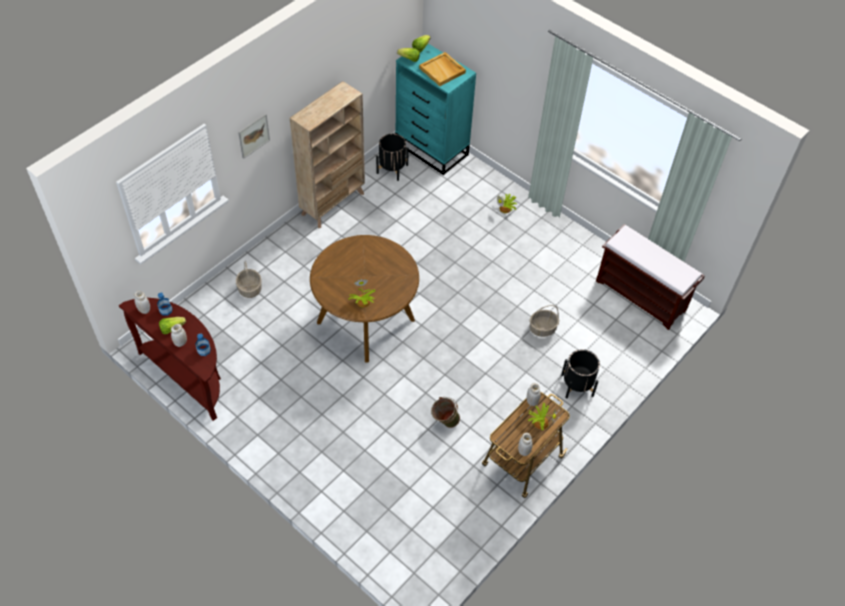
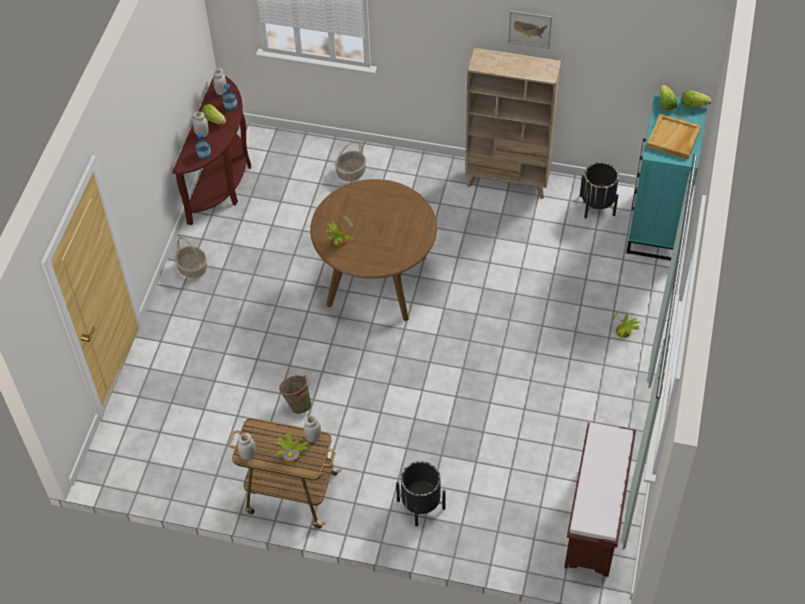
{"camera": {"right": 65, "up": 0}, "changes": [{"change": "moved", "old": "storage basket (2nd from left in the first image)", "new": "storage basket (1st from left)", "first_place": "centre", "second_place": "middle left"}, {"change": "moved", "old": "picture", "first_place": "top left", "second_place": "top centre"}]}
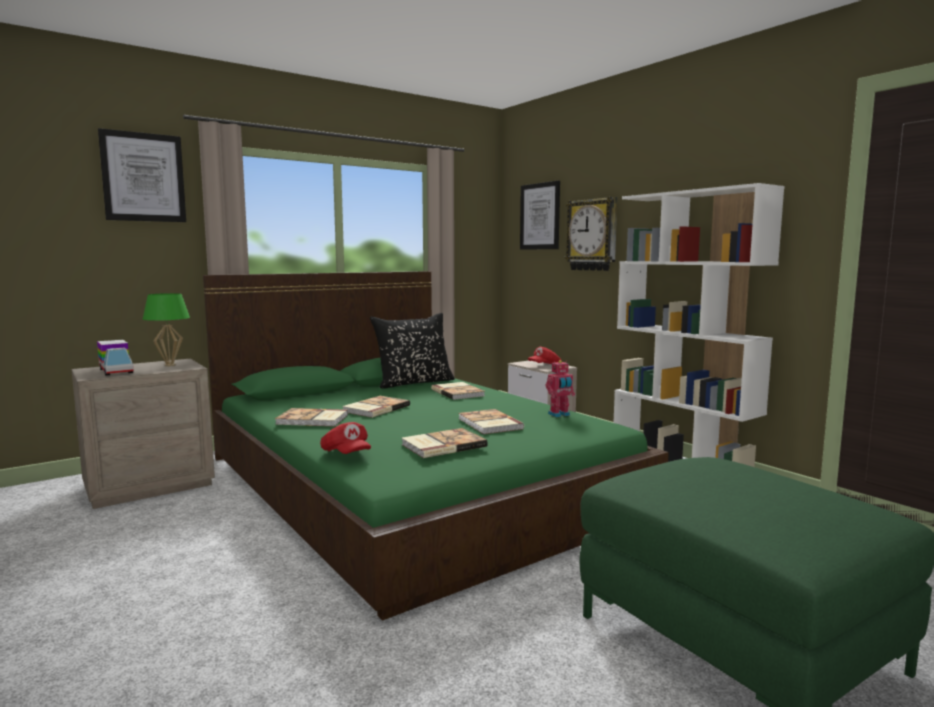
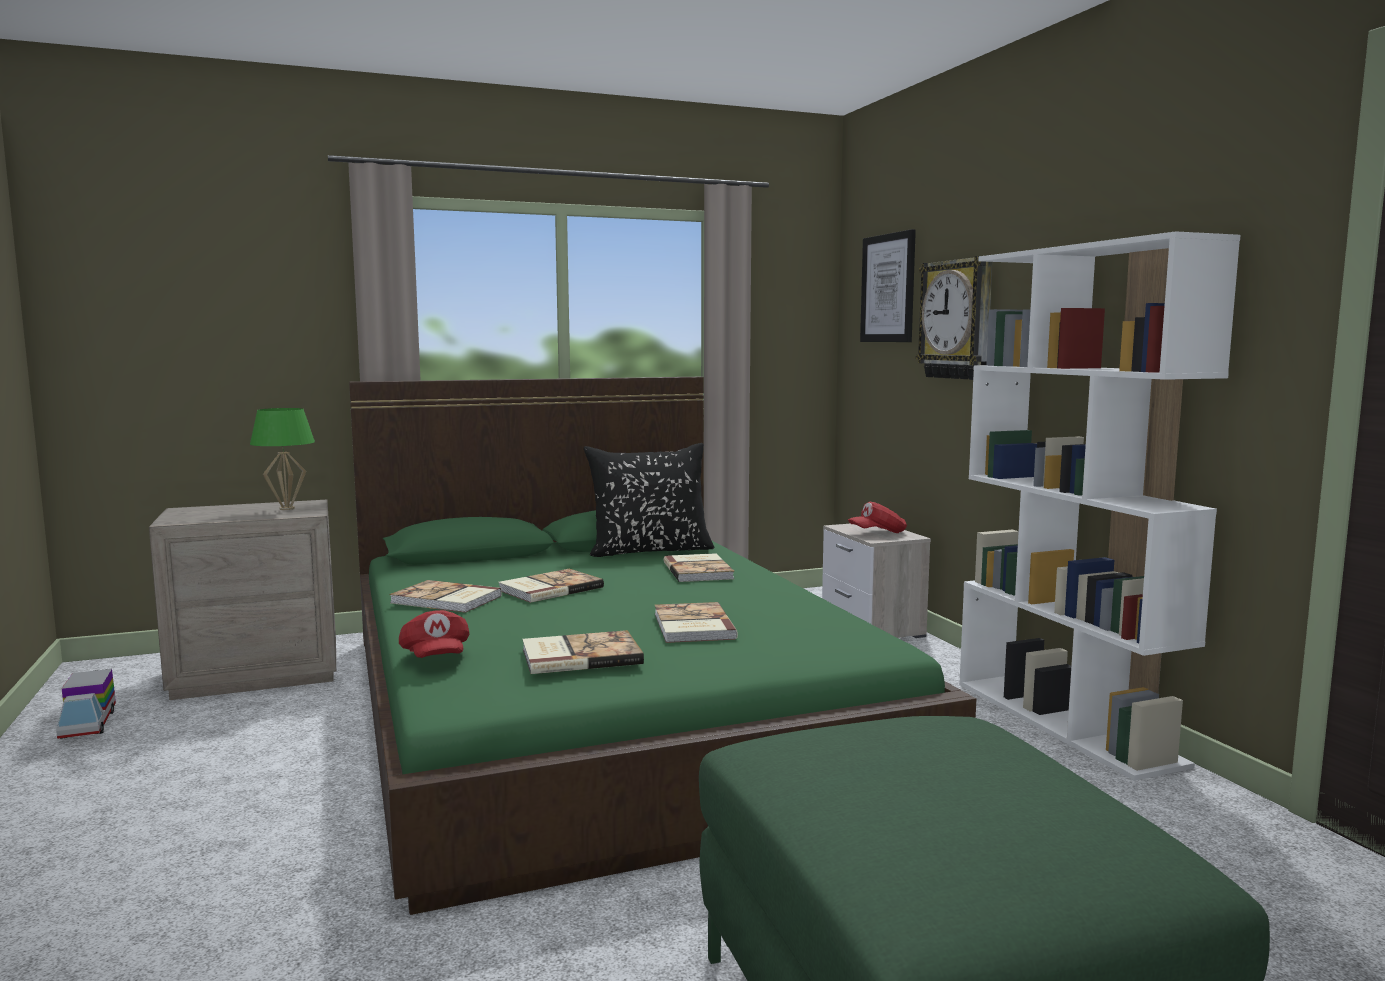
{"camera": {"right": 15, "up": 0}, "changes": [{"change": "moved", "old": "toy truck", "first_place": "middle left", "second_place": "bottom left"}, {"change": "removed", "old": "picture (1st from left)", "first_place": "top left"}, {"change": "removed", "old": "robot figure", "first_place": "centre"}]}
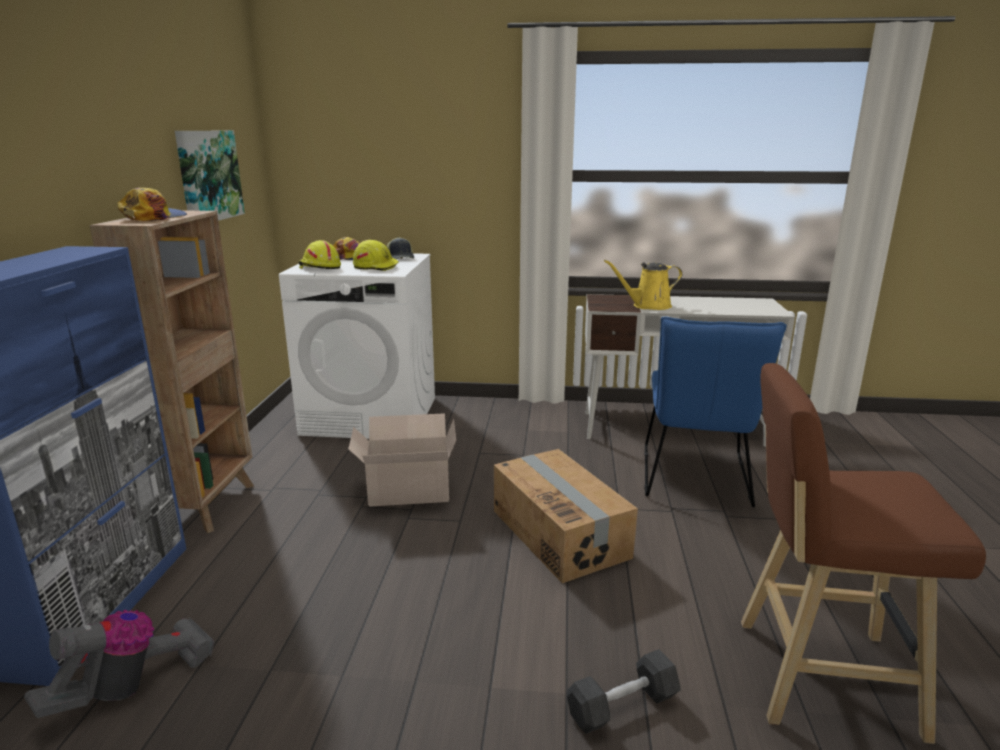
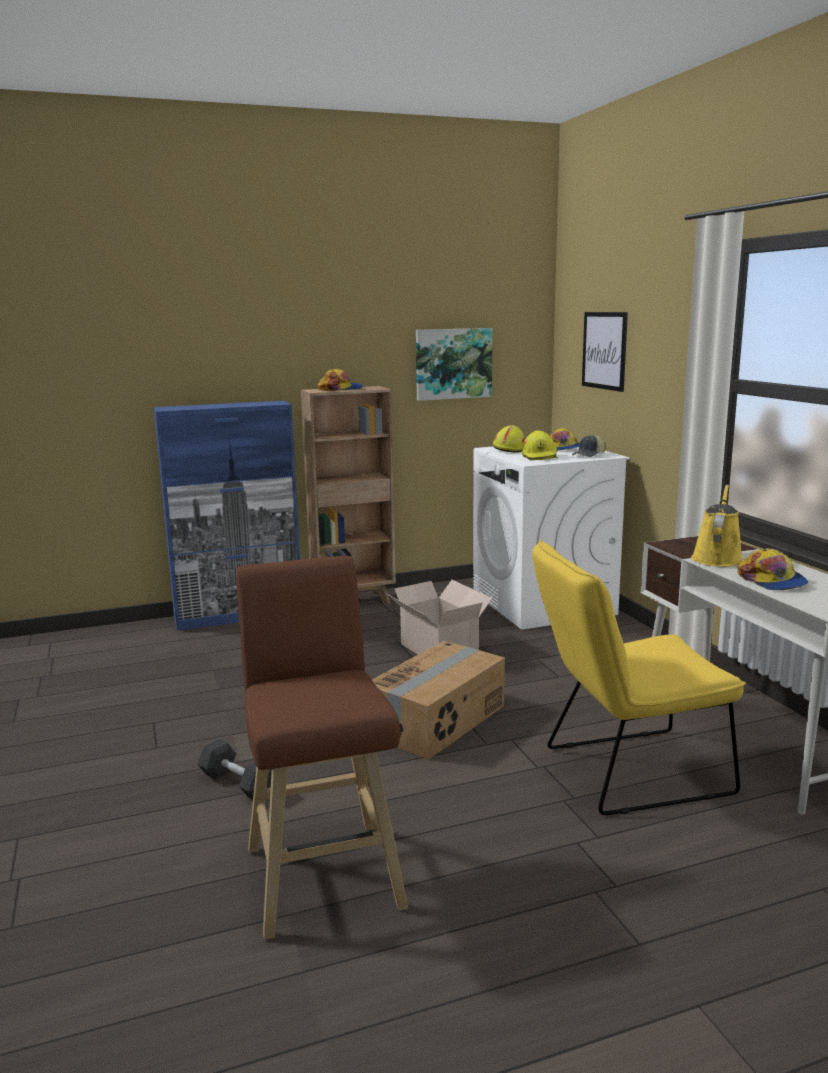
{"camera": {"right": 65, "up": -5}, "changes": [{"change": "recoloured", "old": "blue upright chair", "new": "yellowish upright chair", "first_place": "middle right", "second_place": "middle right"}, {"change": "added", "new": "picture (2nd from left)", "second_place": "top right"}, {"change": "turned", "old": "yellowish watering can", "first_place": "centre", "second_place": "middle right", "degrees": 60}, {"change": "added", "new": "peaked cap (4th from left)", "second_place": "middle right"}, {"change": "removed", "old": "vacuum cleaner", "first_place": "bottom left"}]}
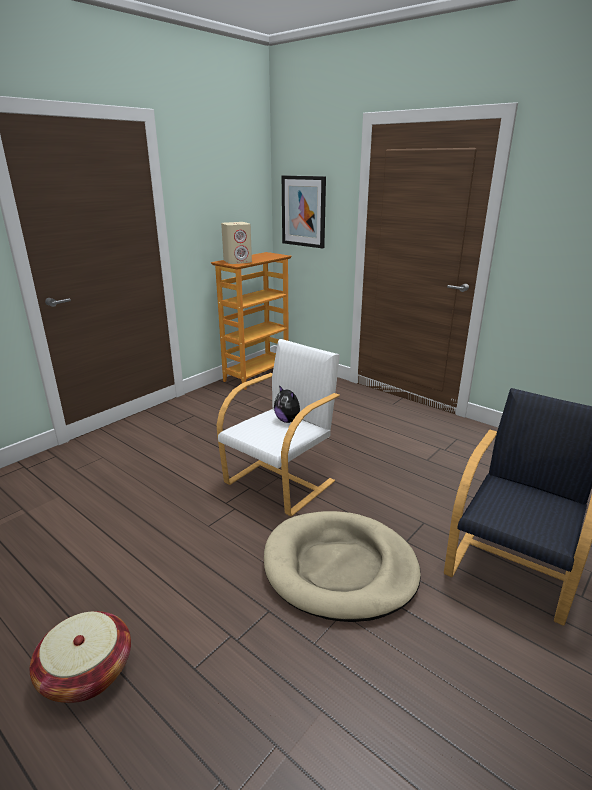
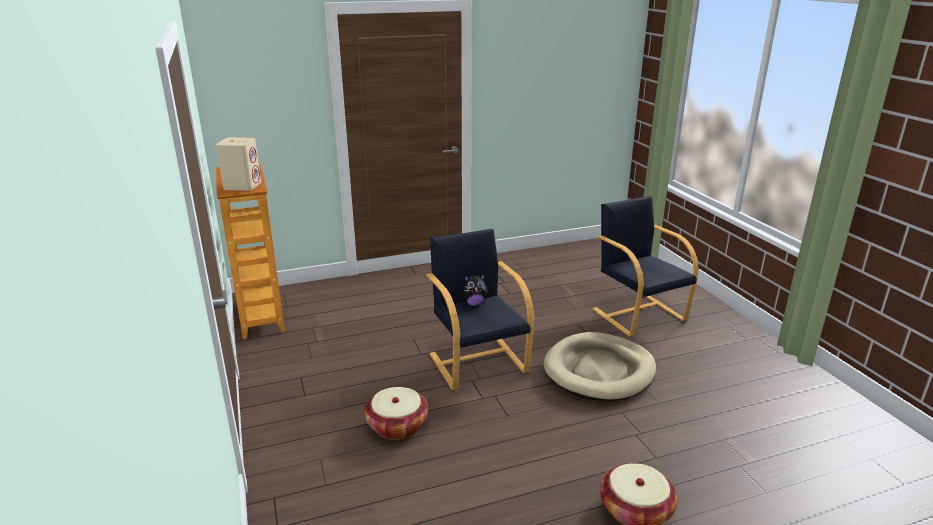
{"camera": {"right": -60, "up": 0}, "changes": [{"change": "added", "new": "storage basket (1st from left)", "second_place": "bottom centre"}, {"change": "recoloured", "old": "white lounge chair", "new": "black lounge chair (1st from left)", "first_place": "centre", "second_place": "centre"}, {"change": "removed", "old": "picture", "first_place": "top centre"}]}
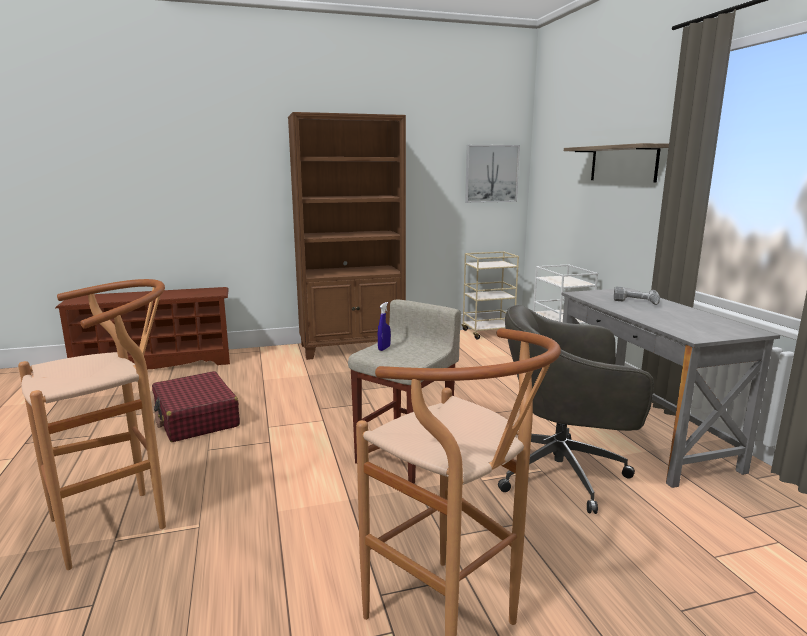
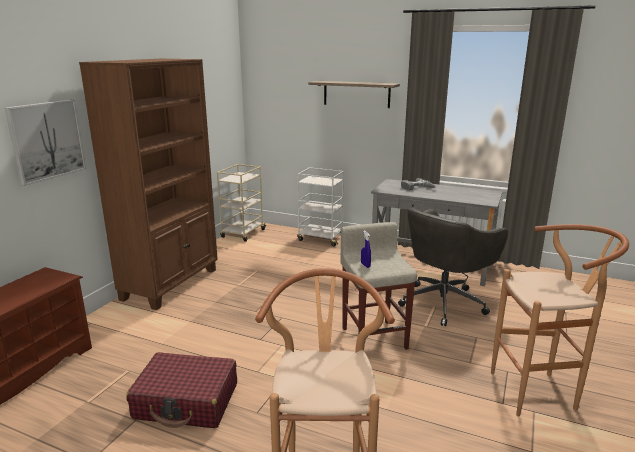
{"camera": {"right": -50, "up": 5}, "changes": [{"change": "moved", "old": "picture", "first_place": "top centre", "second_place": "top left"}]}
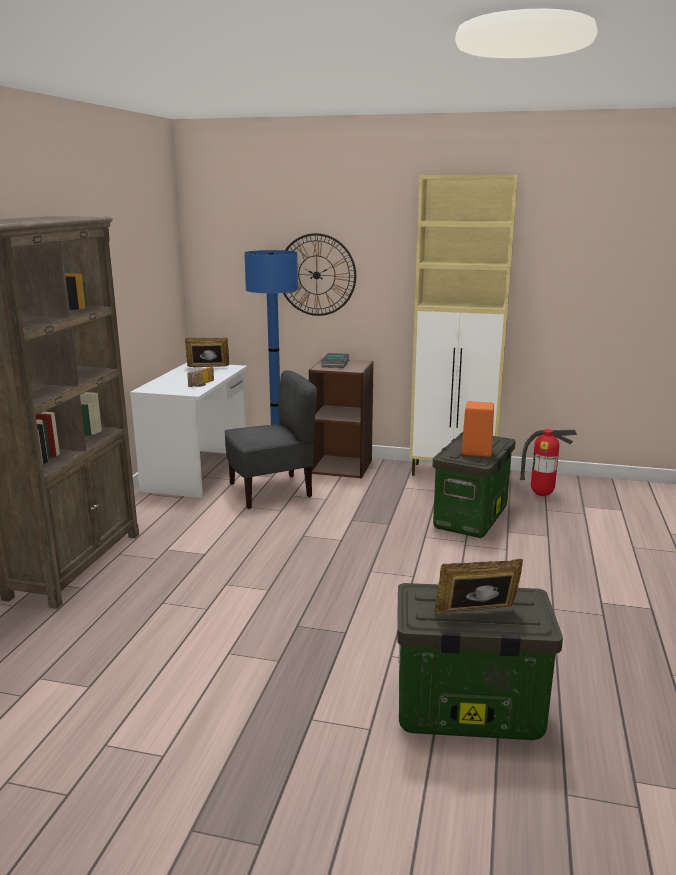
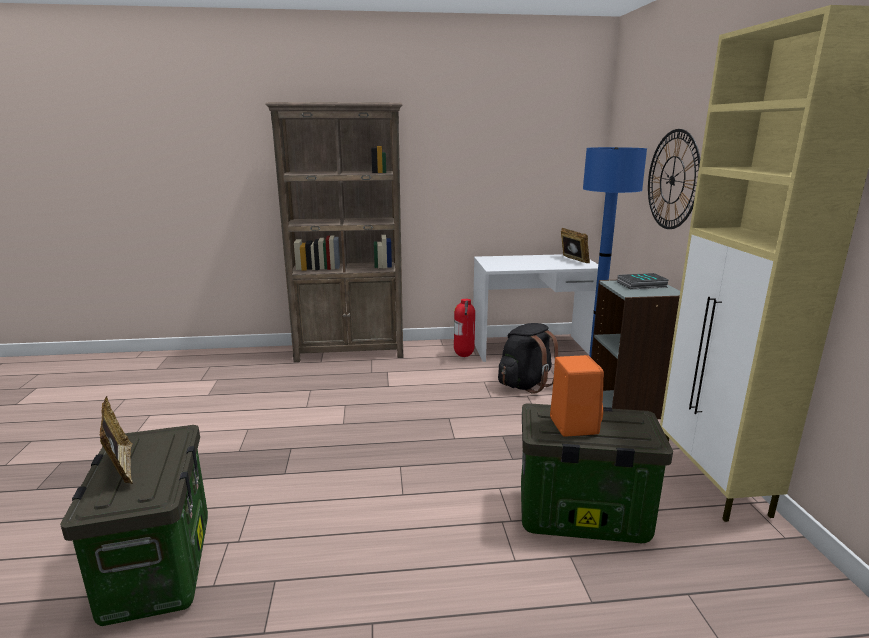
{"camera": {"right": 70, "up": 0}, "changes": [{"change": "moved", "old": "fire-fighting cylinder", "first_place": "middle right", "second_place": "centre"}, {"change": "replaced", "old": "gray upright chair", "new": "black rucksack", "first_place": "centre", "second_place": "centre"}, {"change": "recoloured", "old": "brownish bookshelf (2nd from left)", "new": "gray bookshelf", "first_place": "centre", "second_place": "middle right"}, {"change": "removed", "old": "radio receiver", "first_place": "middle left"}]}
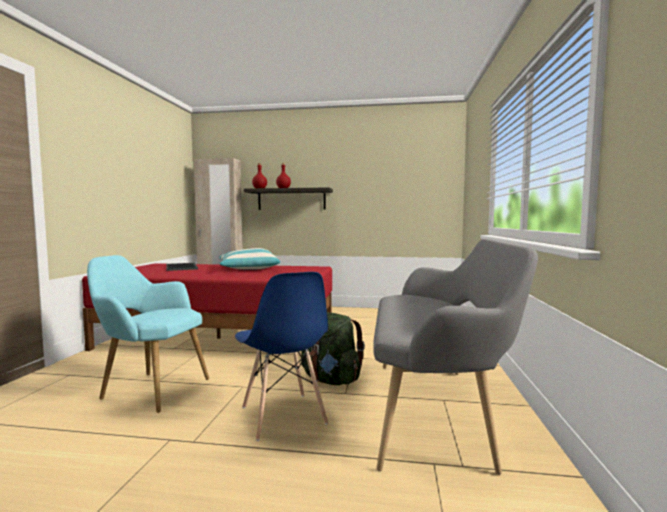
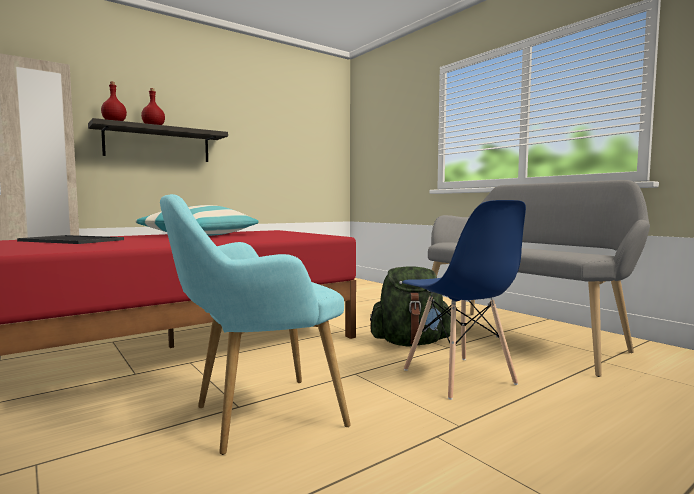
{"camera": {"right": -45, "up": 0}, "changes": [{"change": "turned", "old": "blue upright chair", "first_place": "bottom centre", "second_place": "middle right", "degrees": 45}]}
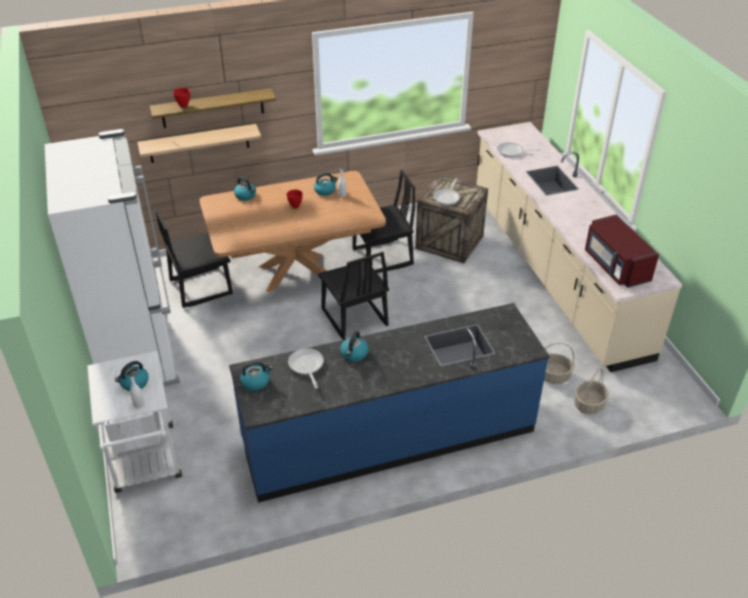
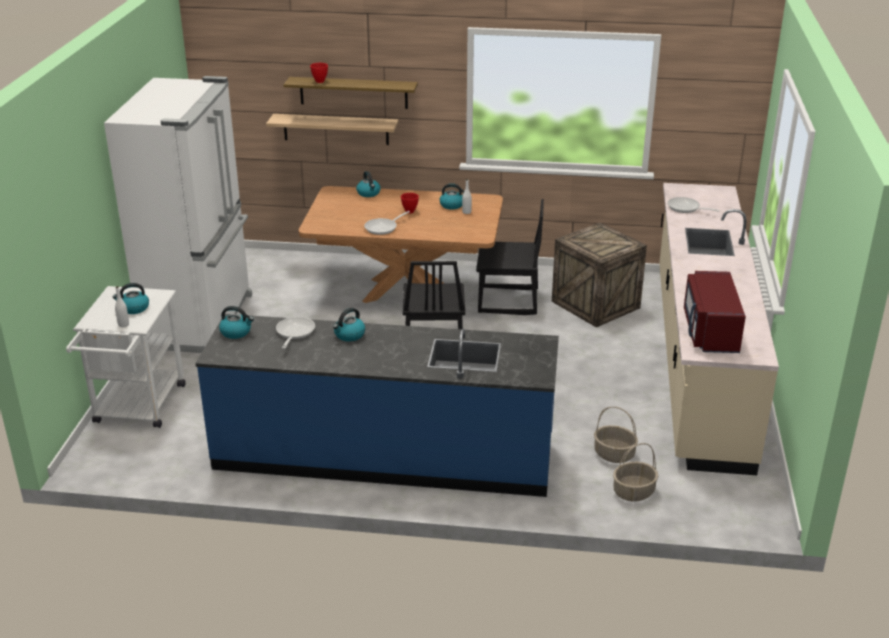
{"camera": {"right": 25, "up": -10}, "changes": [{"change": "moved", "old": "pan (2nd from left)", "first_place": "top centre", "second_place": "centre"}, {"change": "removed", "old": "black upright chair (1st from left)", "first_place": "middle left"}]}
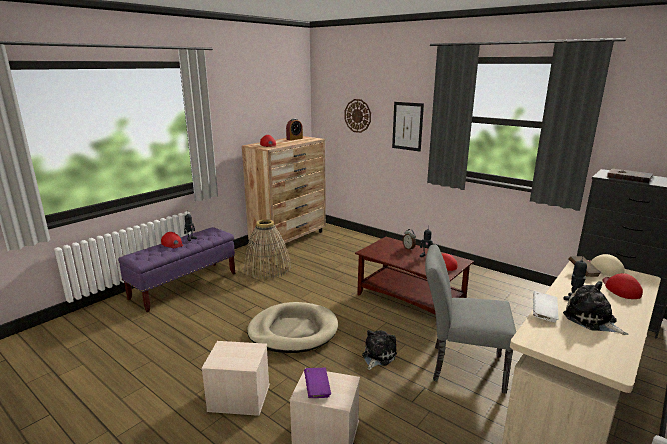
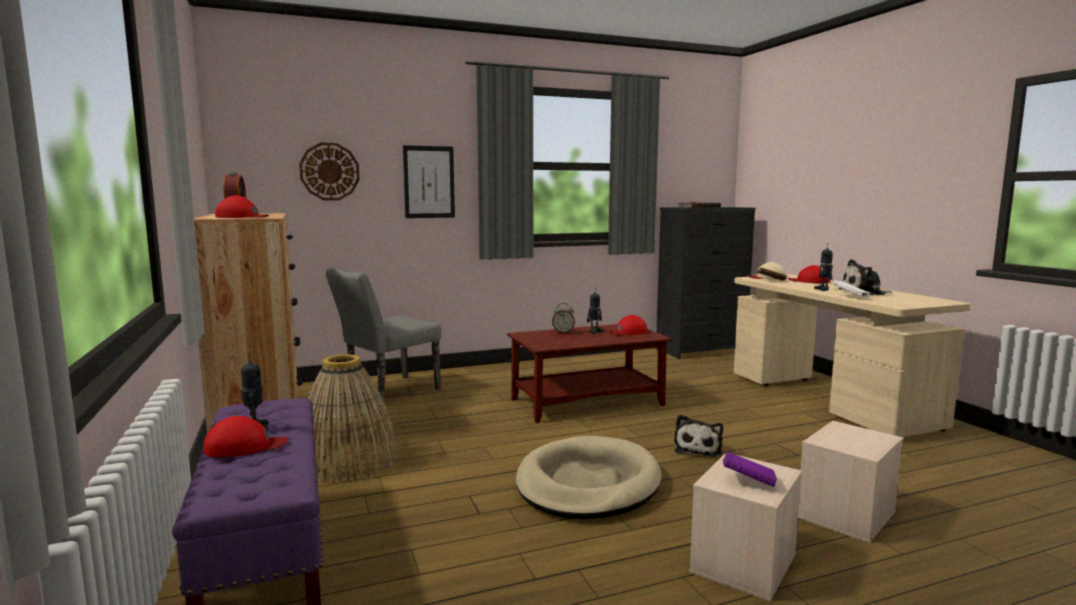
{"camera": {"right": -60, "up": -10}, "changes": [{"change": "moved", "old": "gray upright chair", "first_place": "bottom right", "second_place": "centre"}, {"change": "turned", "old": "soft toy (1st from left)", "first_place": "bottom centre", "second_place": "bottom centre", "degrees": -135}, {"change": "moved", "old": "purplish bound book", "first_place": "bottom centre", "second_place": "bottom right"}]}
